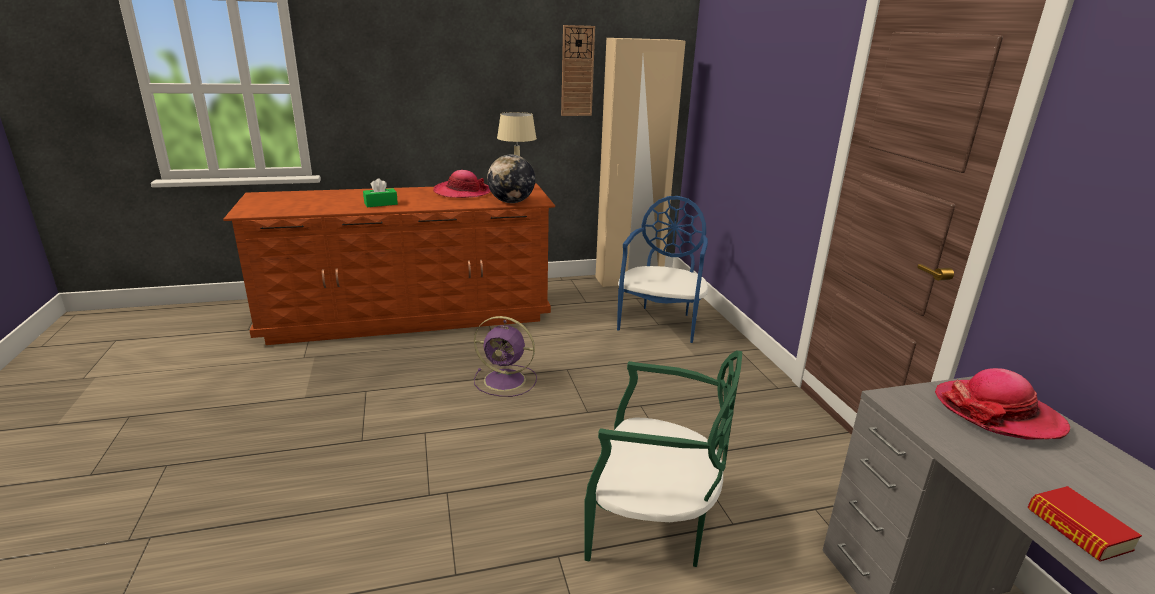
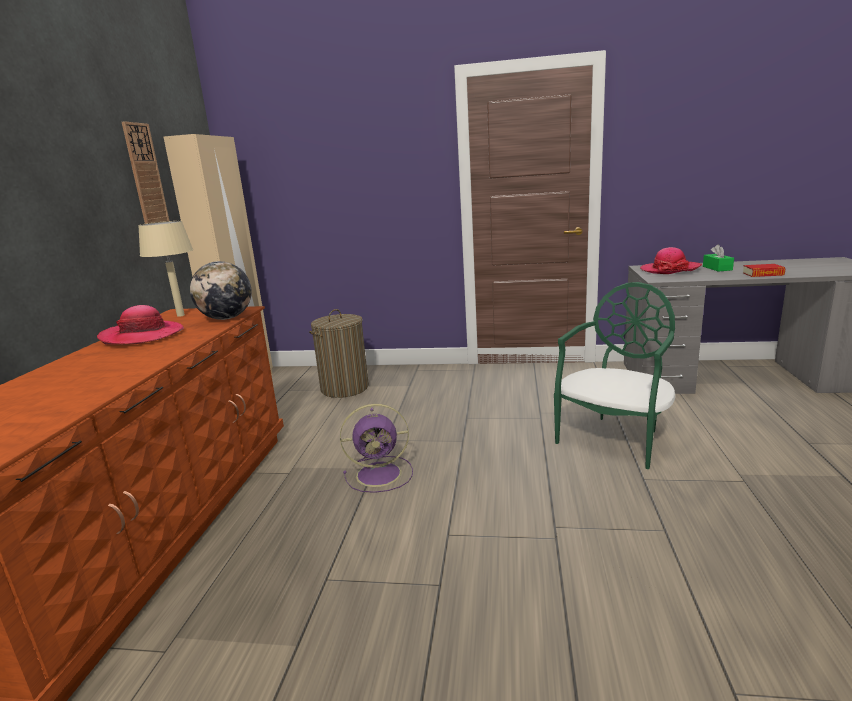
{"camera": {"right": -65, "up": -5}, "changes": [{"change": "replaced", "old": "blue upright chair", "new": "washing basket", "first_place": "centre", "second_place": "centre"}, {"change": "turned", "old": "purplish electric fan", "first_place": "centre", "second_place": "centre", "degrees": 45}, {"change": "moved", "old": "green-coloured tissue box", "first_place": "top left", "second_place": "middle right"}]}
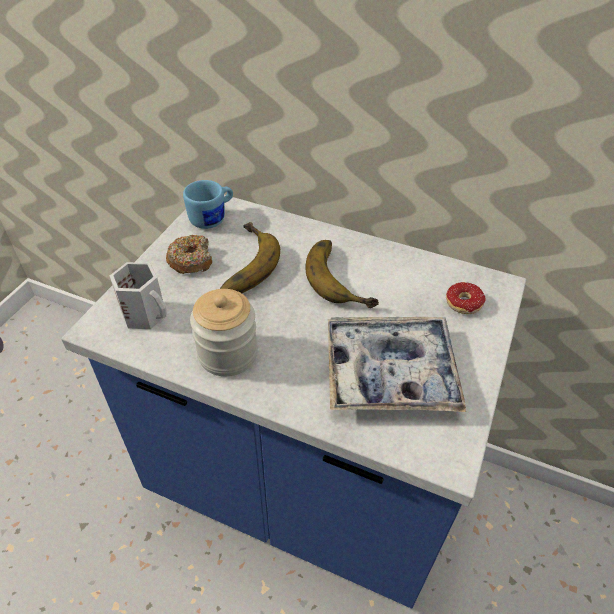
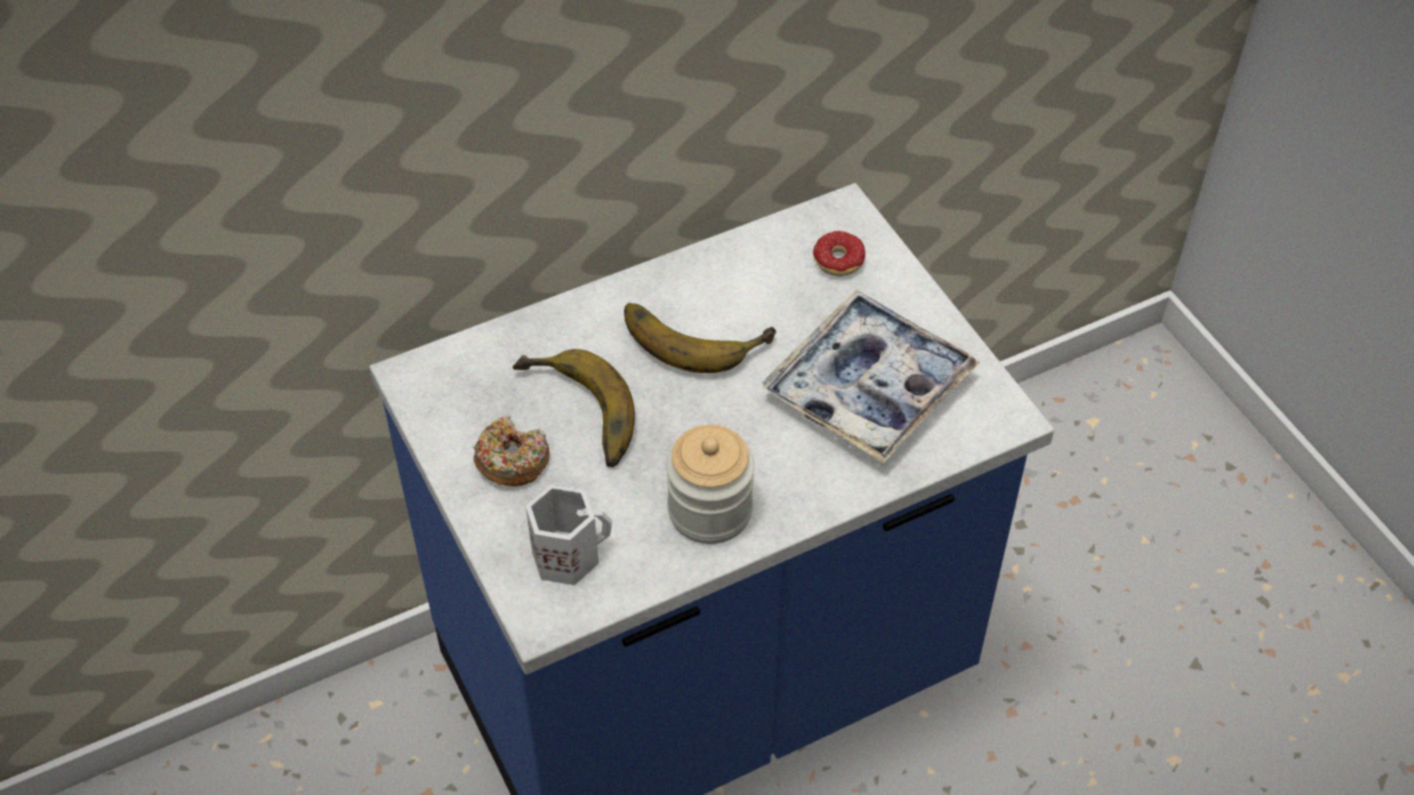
{"camera": {"right": -50, "up": 5}, "changes": [{"change": "removed", "old": "blue mug", "first_place": "top centre"}]}
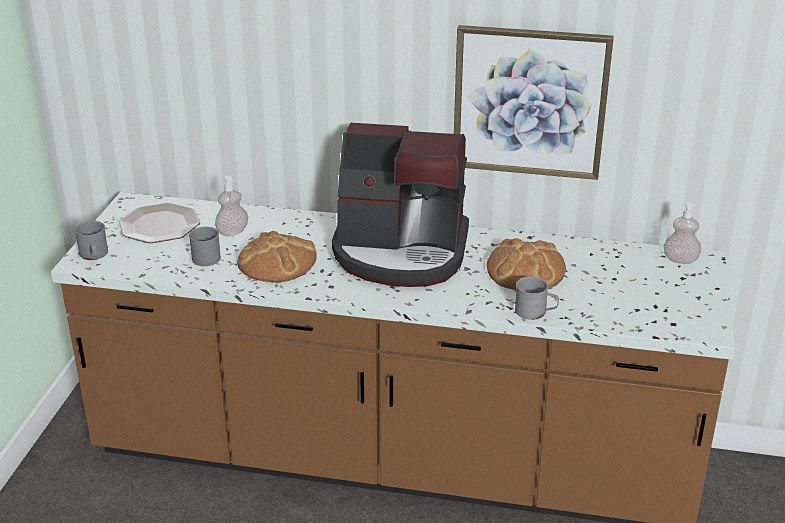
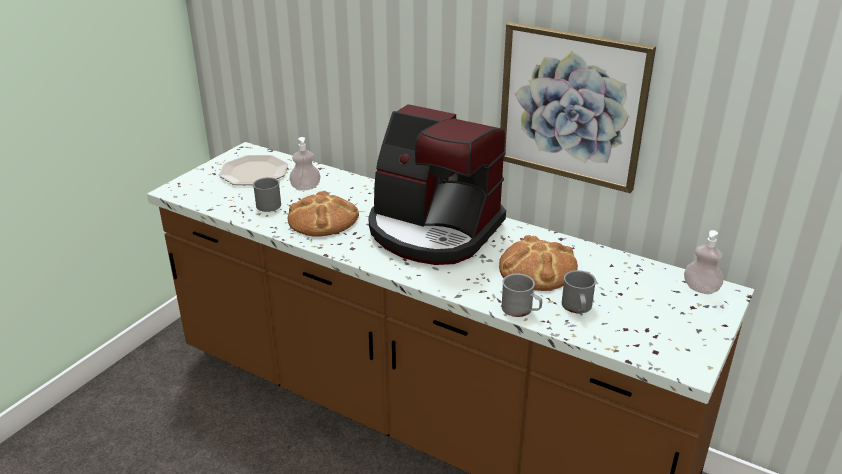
{"camera": {"right": 20, "up": 0}, "changes": [{"change": "moved", "old": "gray mug (1st from left in the first image)", "new": "gray mug (3rd from left)", "first_place": "middle left", "second_place": "middle right"}]}
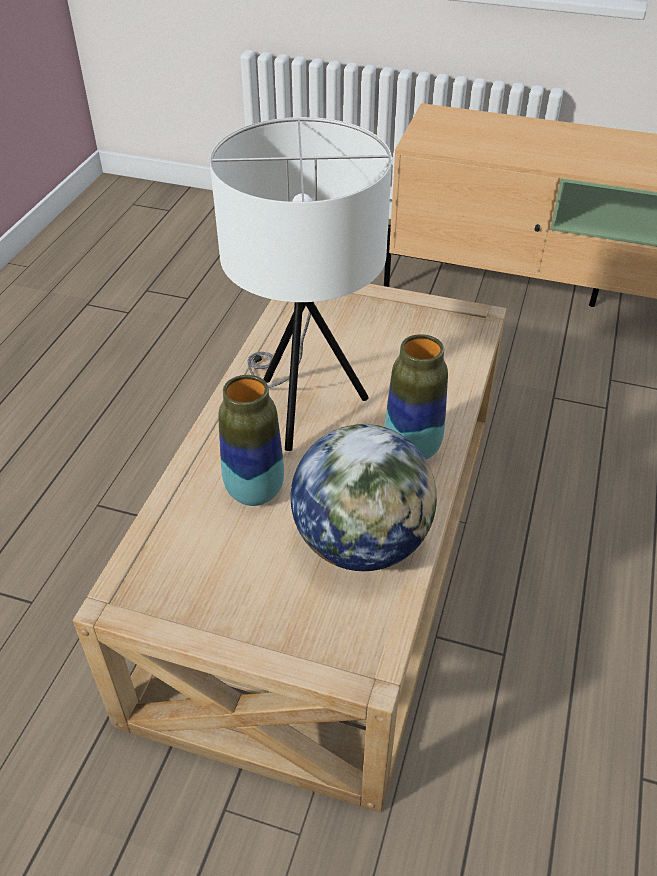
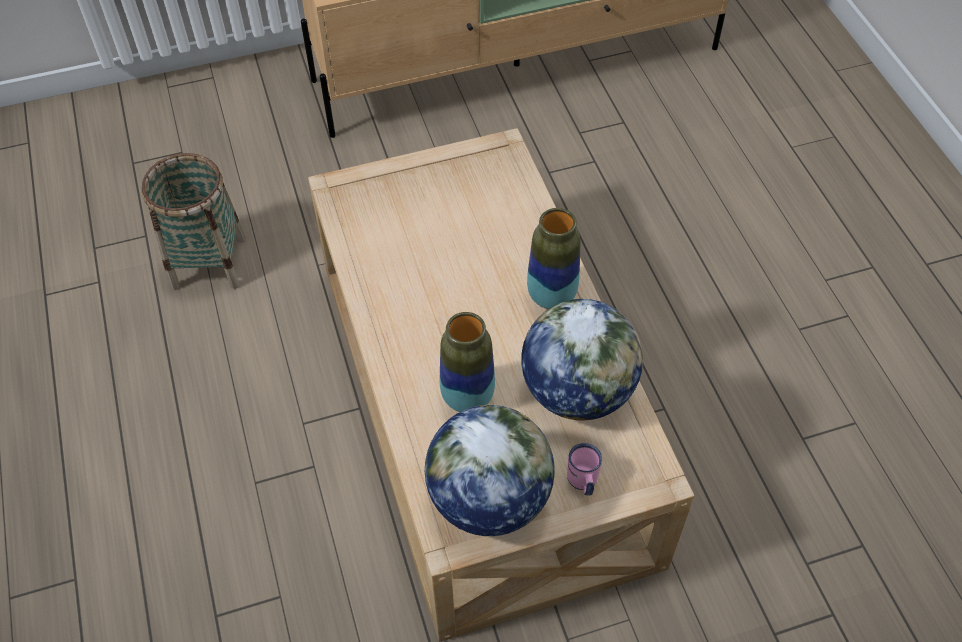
{"camera": {"right": -35, "up": 10}, "changes": [{"change": "added", "new": "storage basket", "second_place": "middle left"}, {"change": "added", "new": "world globe (1st from left)", "second_place": "bottom centre"}, {"change": "added", "new": "pink mug", "second_place": "bottom centre"}, {"change": "removed", "old": "white lamp for a table", "first_place": "top centre"}]}
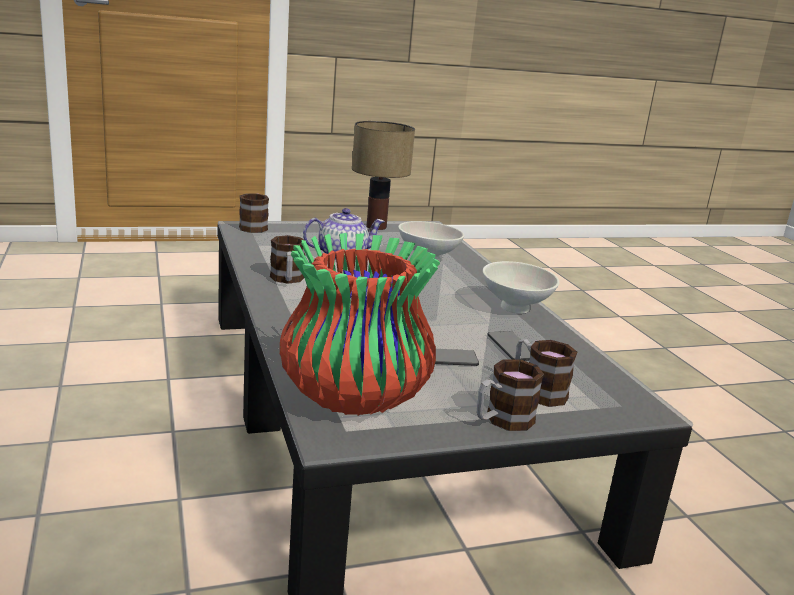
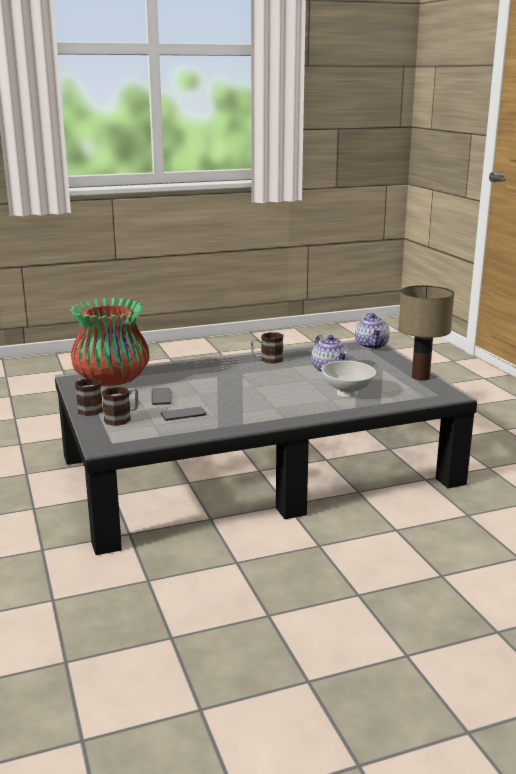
{"camera": {"right": 90, "up": 0}, "changes": [{"change": "replaced", "old": "mug (1st from left)", "new": "teapot (2nd from left)", "first_place": "middle left", "second_place": "middle right"}, {"change": "removed", "old": "white deep dish (2nd from left)", "first_place": "centre"}]}
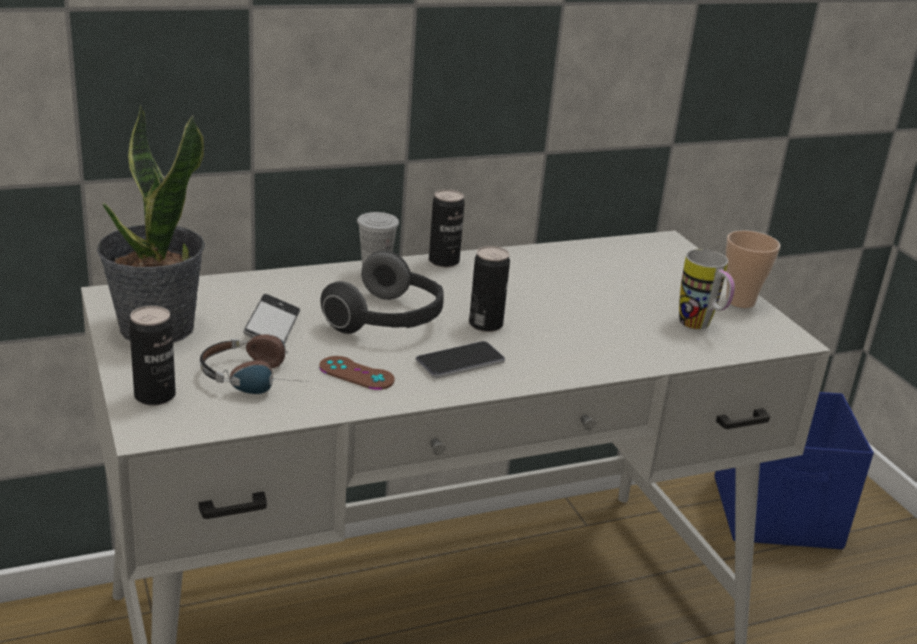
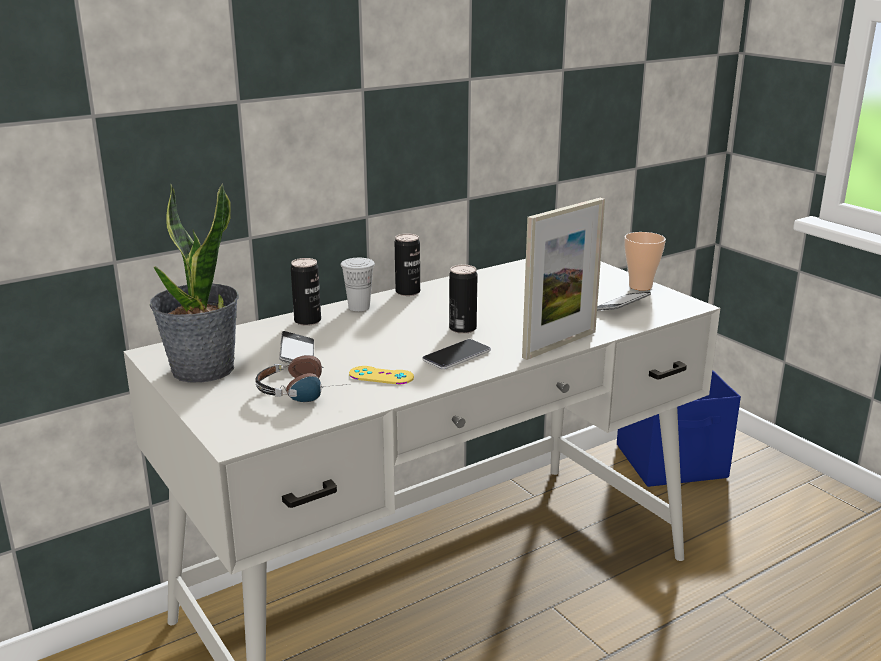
{"camera": {"right": -10, "up": -5}, "changes": [{"change": "moved", "old": "metal can (1st from left)", "first_place": "middle left", "second_place": "centre"}, {"change": "recoloured", "old": "brownish game controller", "new": "yellowish game controller", "first_place": "centre", "second_place": "centre"}, {"change": "added", "new": "photo frame", "second_place": "centre"}, {"change": "replaced", "old": "mug", "new": "telephone (3rd from left)", "first_place": "middle right", "second_place": "middle right"}, {"change": "removed", "old": "headphones (2nd from left)", "first_place": "centre"}]}
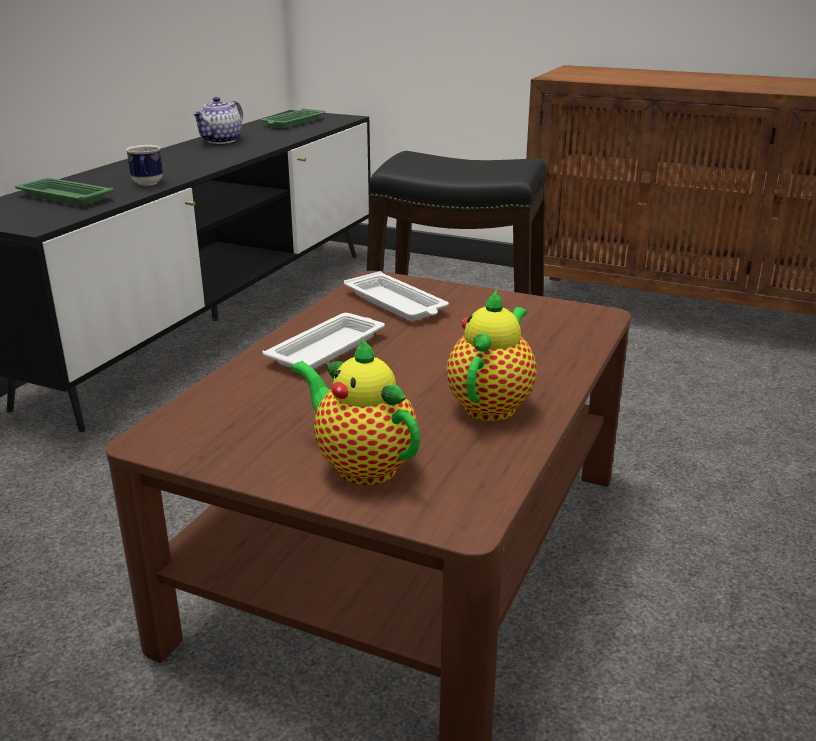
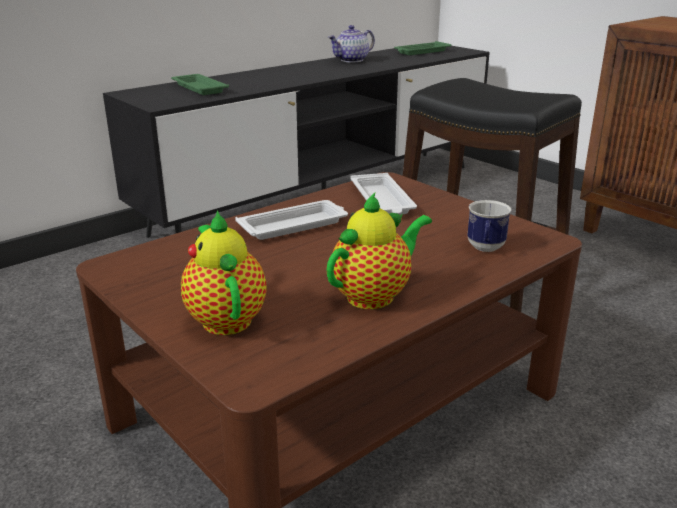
{"camera": {"right": 25, "up": 0}, "changes": [{"change": "moved", "old": "mug", "first_place": "top left", "second_place": "middle right"}]}
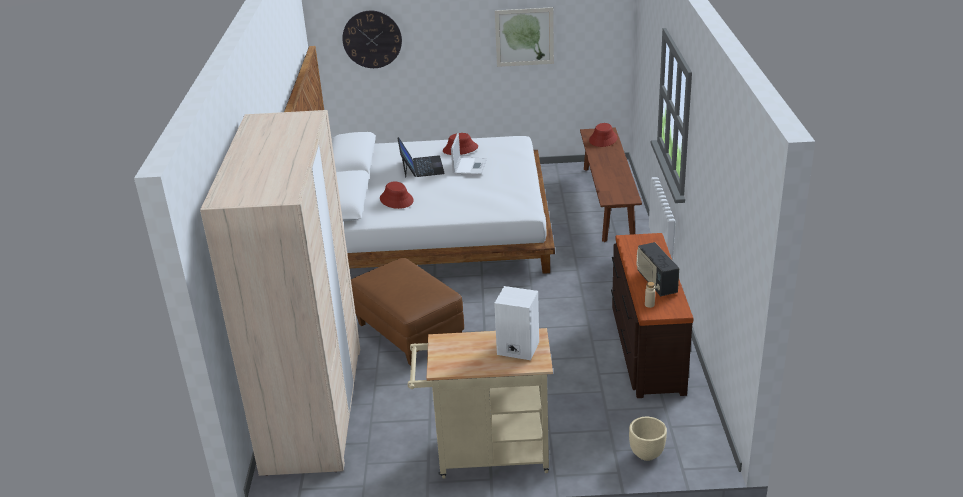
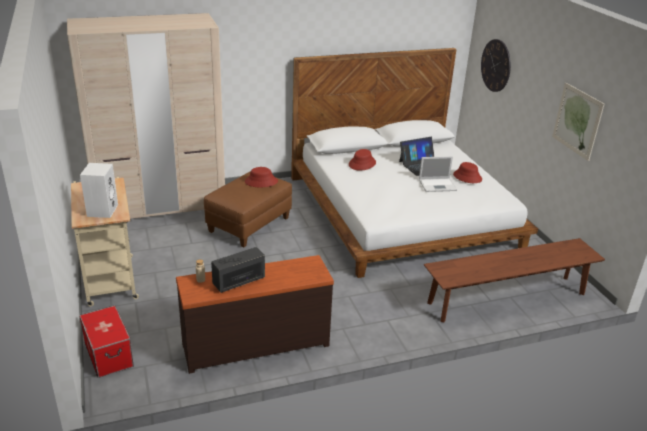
{"camera": {"right": 70, "up": 0}, "changes": [{"change": "replaced", "old": "beige planter", "new": "storage box", "first_place": "bottom right", "second_place": "bottom left"}, {"change": "moved", "old": "reddish hat (3rd from left in the first image)", "new": "reddish hat (1st from left)", "first_place": "top centre", "second_place": "centre"}]}
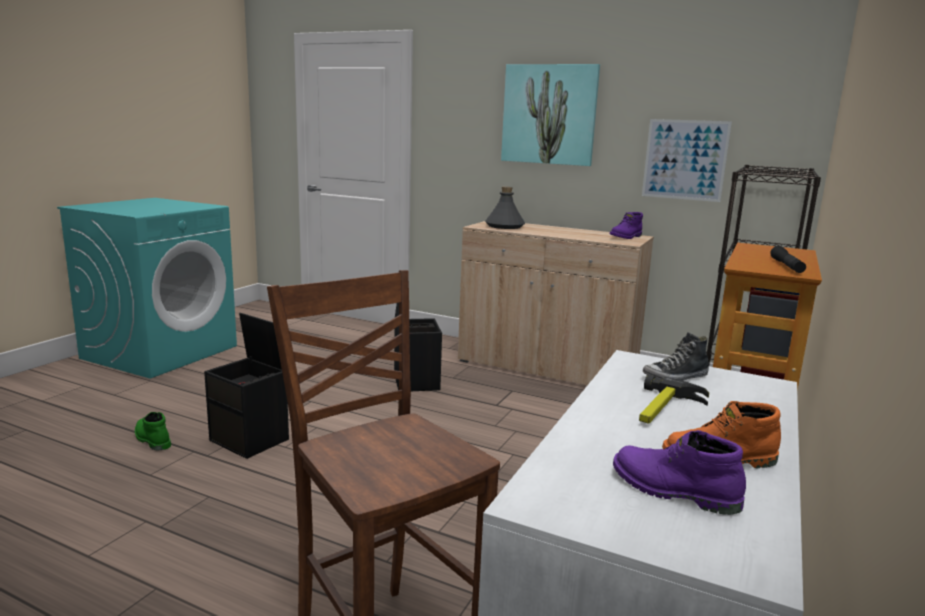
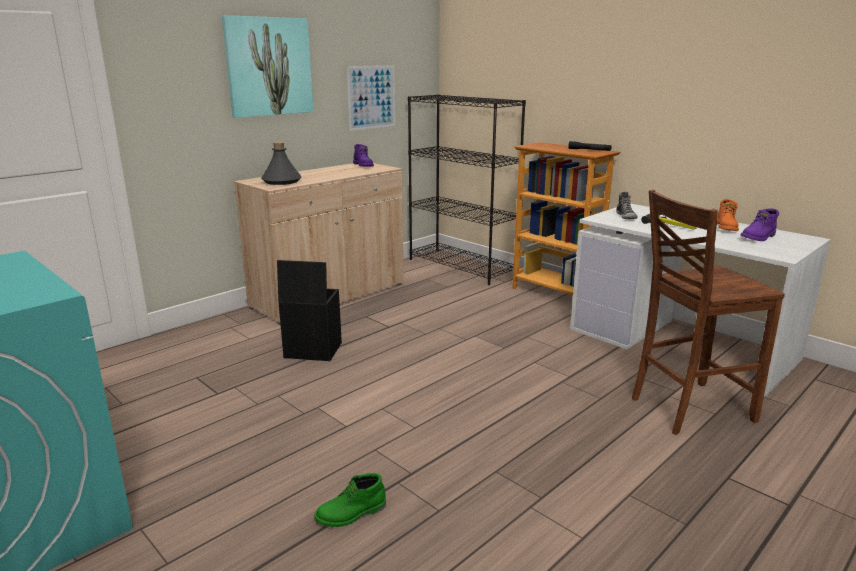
{"camera": {"right": -70, "up": 5}, "changes": [{"change": "removed", "old": "black storage box (1st from left)", "first_place": "middle left"}]}
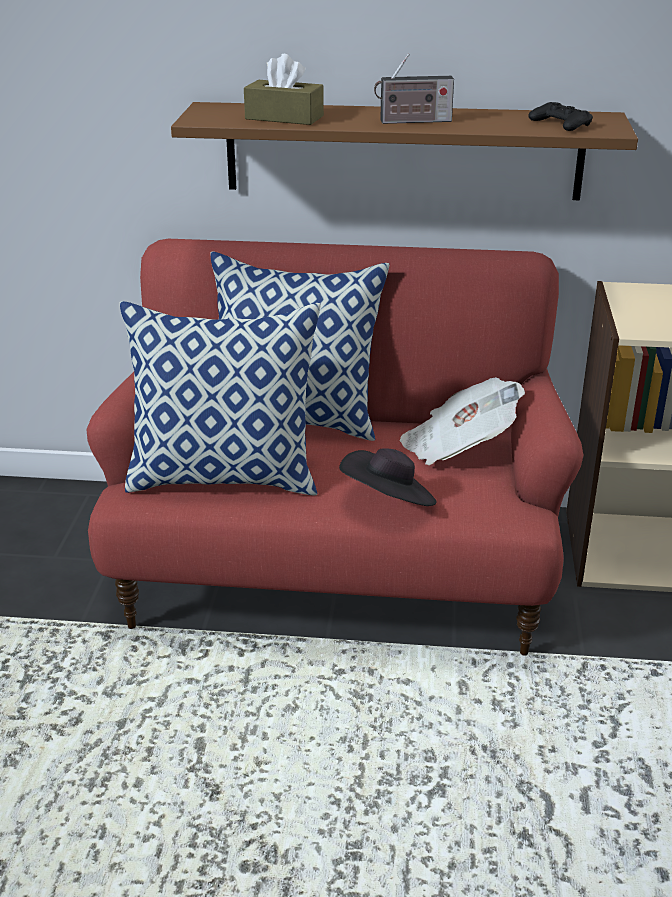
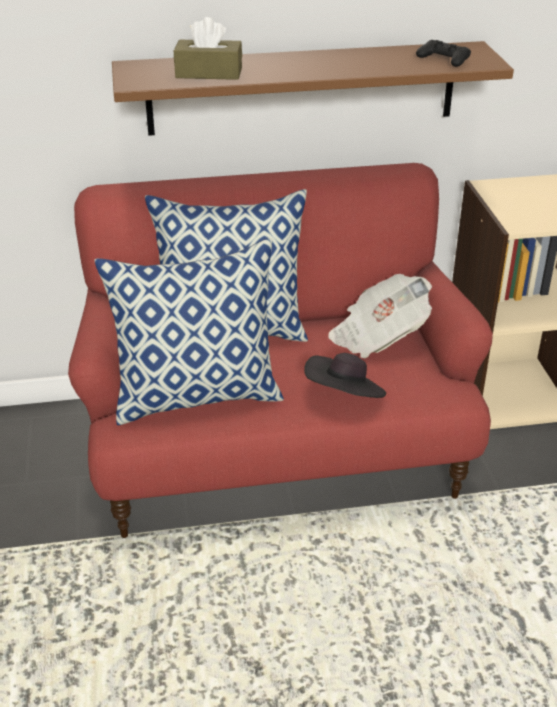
{"camera": {"right": -15, "up": 5}, "changes": [{"change": "removed", "old": "radio receiver", "first_place": "top centre"}]}
